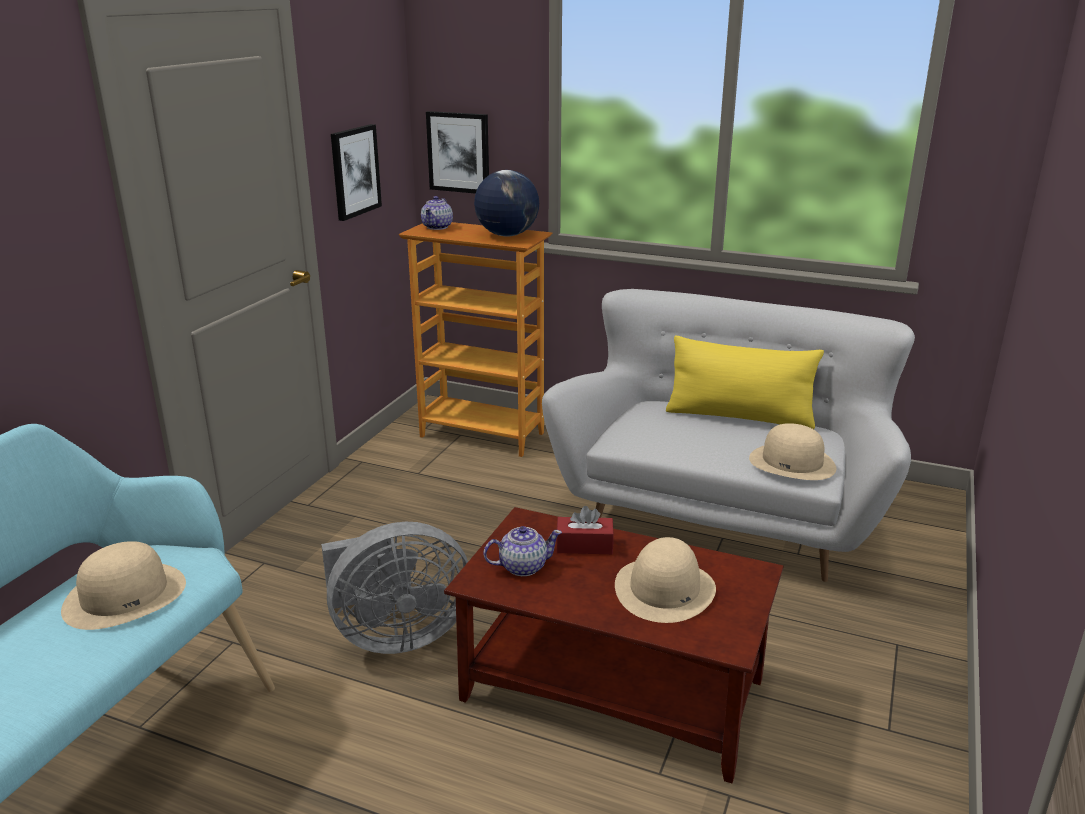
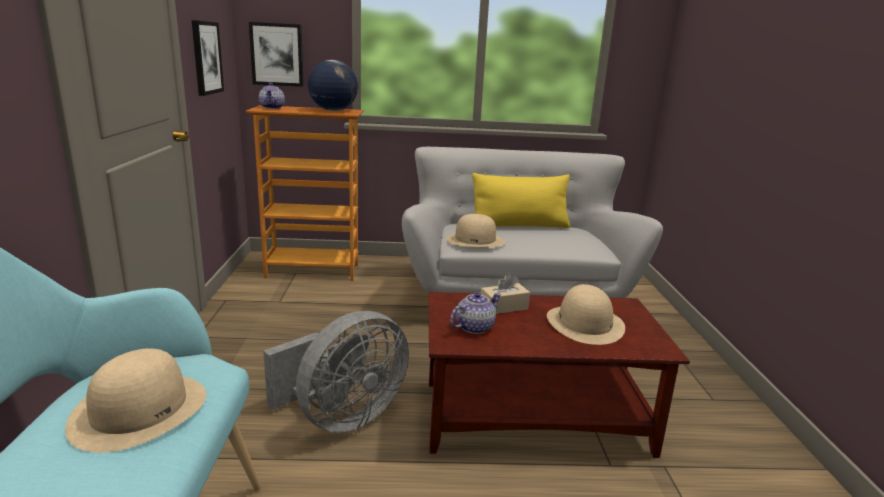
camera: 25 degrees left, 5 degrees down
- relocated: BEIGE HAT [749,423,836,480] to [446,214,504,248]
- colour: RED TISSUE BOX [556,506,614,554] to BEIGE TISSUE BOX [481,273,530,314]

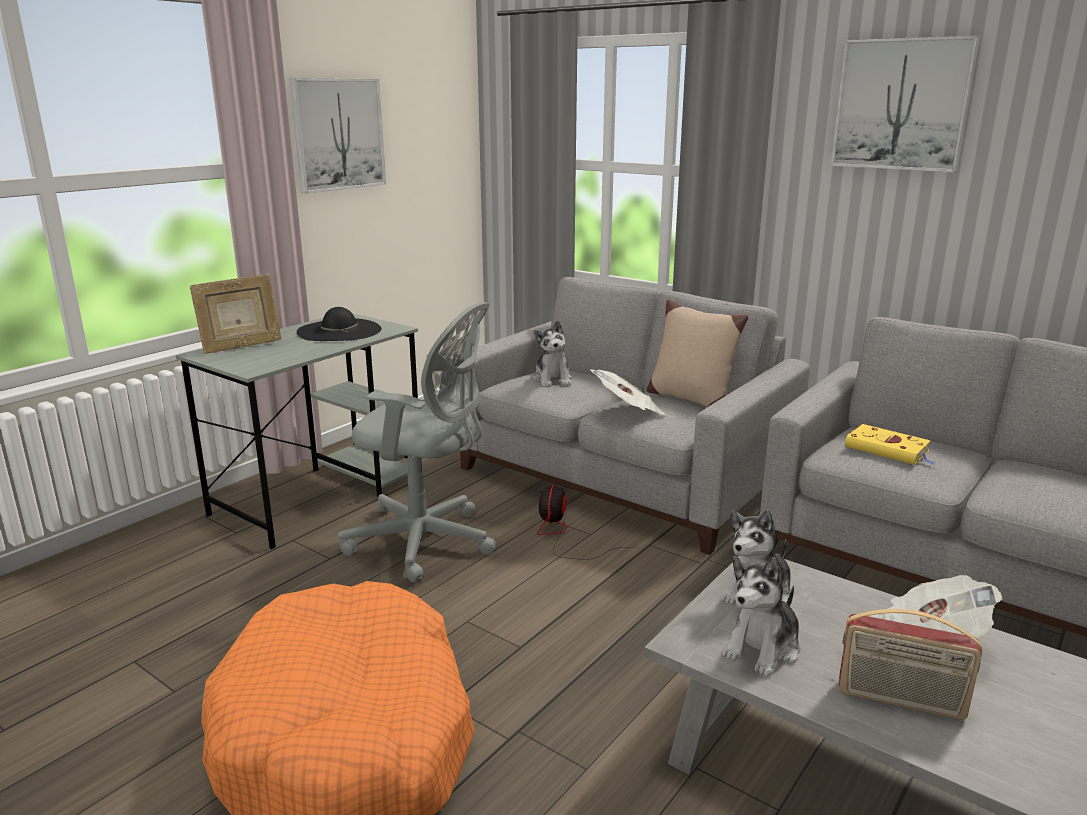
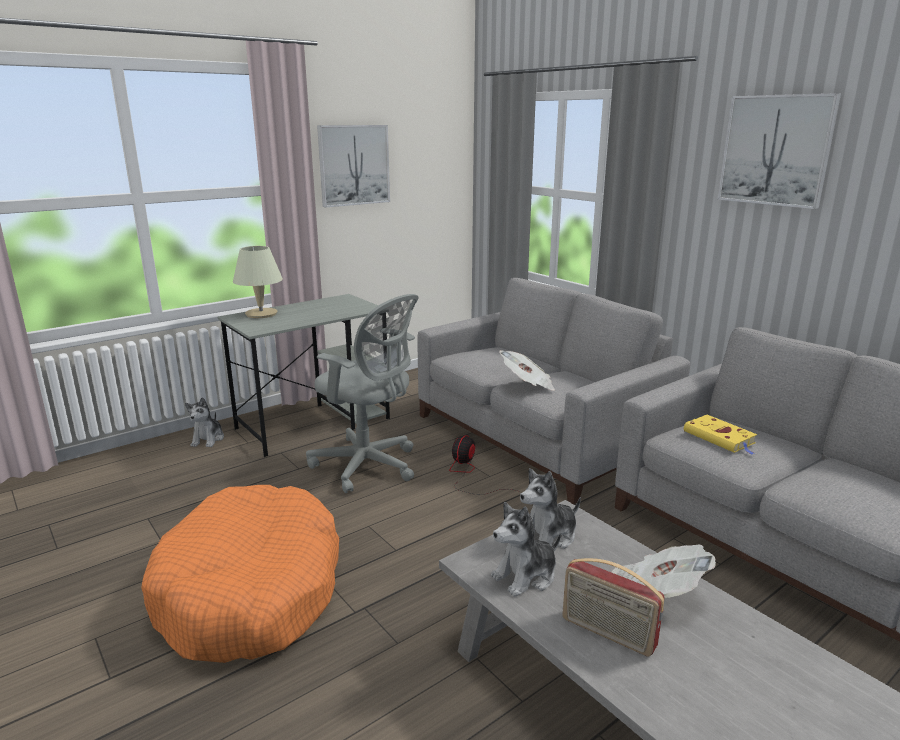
camera: 15 degrees right, 0 degrees up
- exchanged: PICTURE FRAME [190,274,282,354] to BEIGE TABLE LAMP [233,246,283,318]
- missing: BEIGE PILLOW [647,299,748,407]
- missing: BLACK HAT [297,307,382,341]
- relocated: PLUSH TOY [533,320,572,387] to [185,397,224,447]

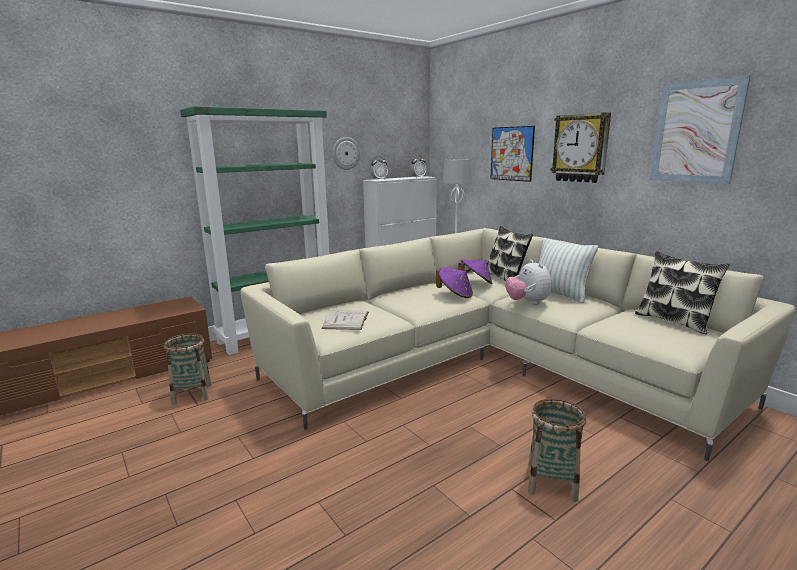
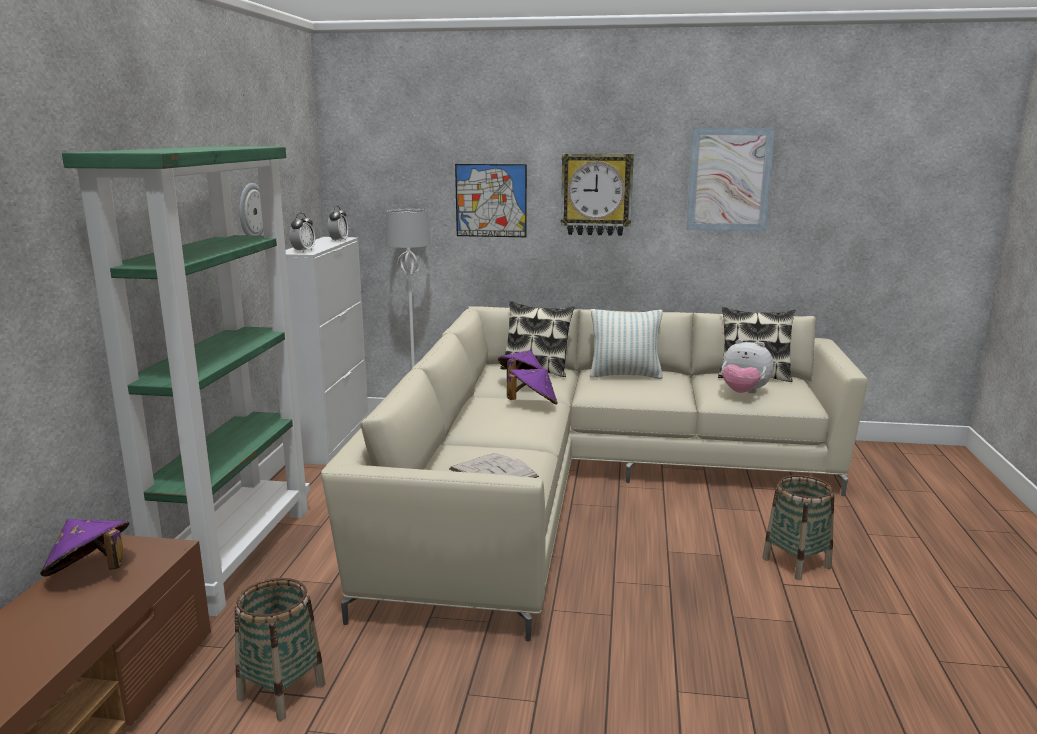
camera: 45 degrees left, 0 degrees up
- relocated: PLUSH TOY [506,260,552,305] to [722,339,774,393]
- appeared: PURPLE HAT [40,519,129,577]

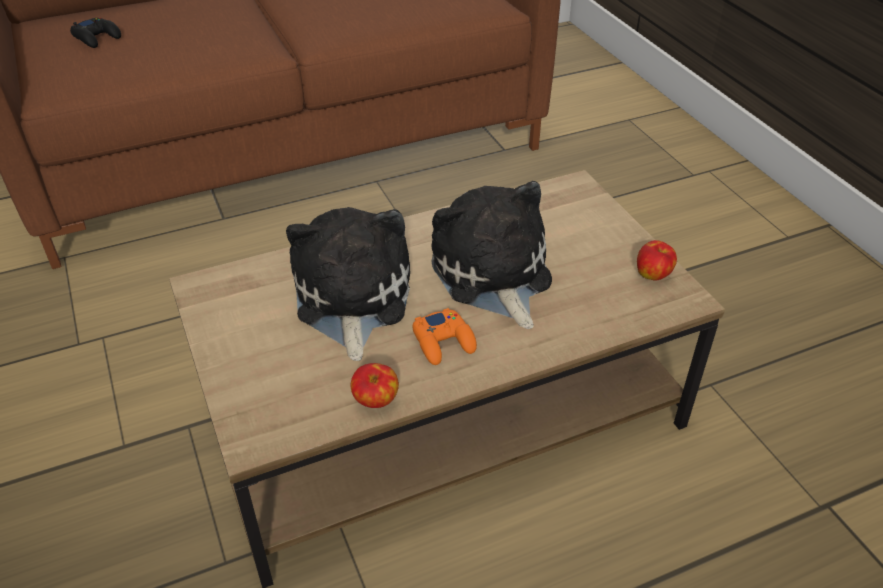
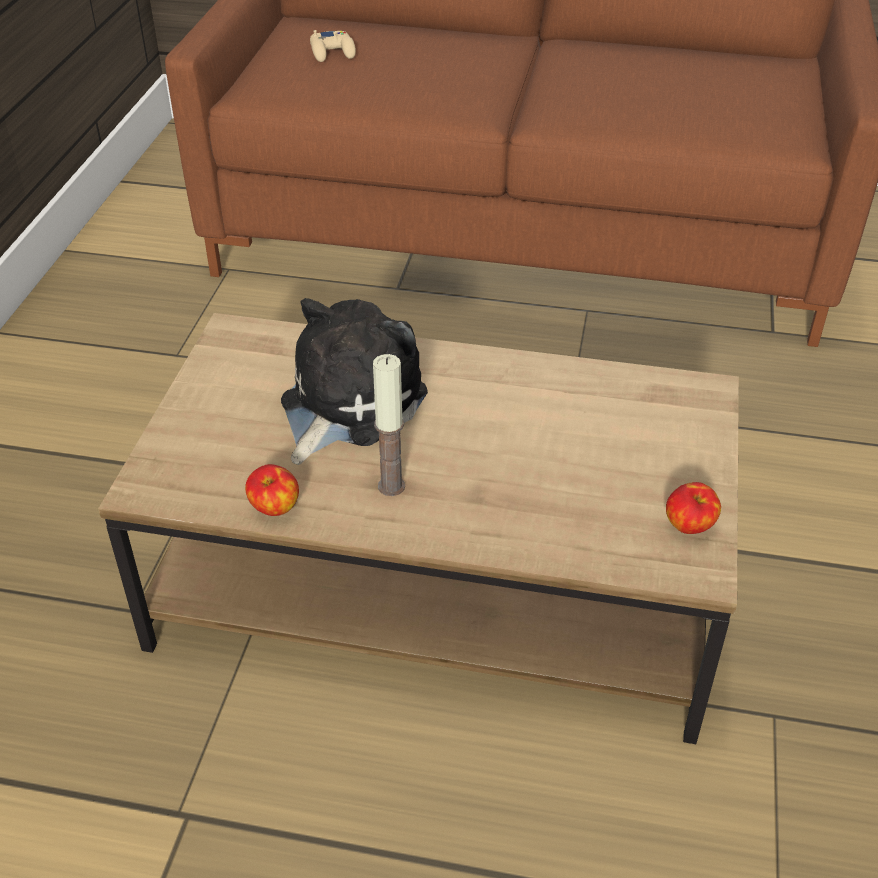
camera: 35 degrees right, 0 degrees up
- colour: BLACK GAME CONTROLLER [70,18,121,48] to BEIGE GAME CONTROLLER [310,30,356,62]
- missing: PLUSH TOY [431,181,552,329]
- exchanged: ORANGE GAME CONTROLLER [412,308,477,365] to CANDLE [373,354,405,496]

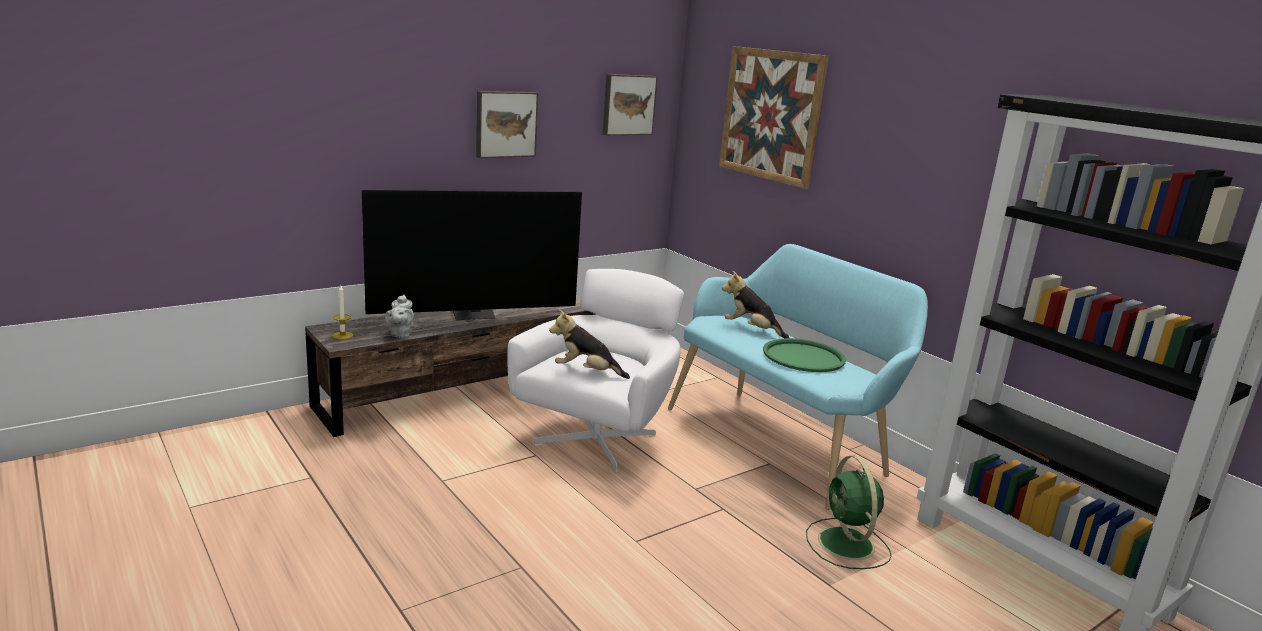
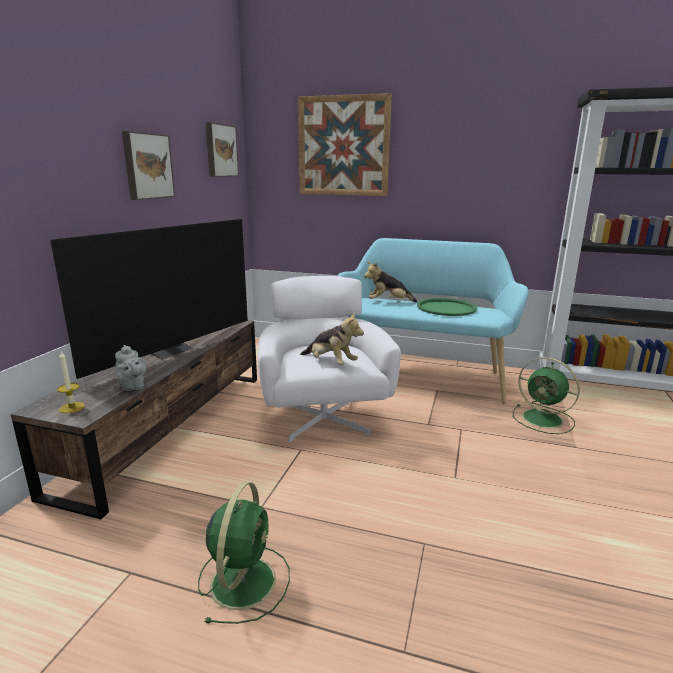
camera: 35 degrees left, 0 degrees up
- spun: PLUSH TOY [549,309,630,379] = [300,313,364,365] 120 degrees counterclockwise
- appeared: GREEN FAN [198,482,290,624]

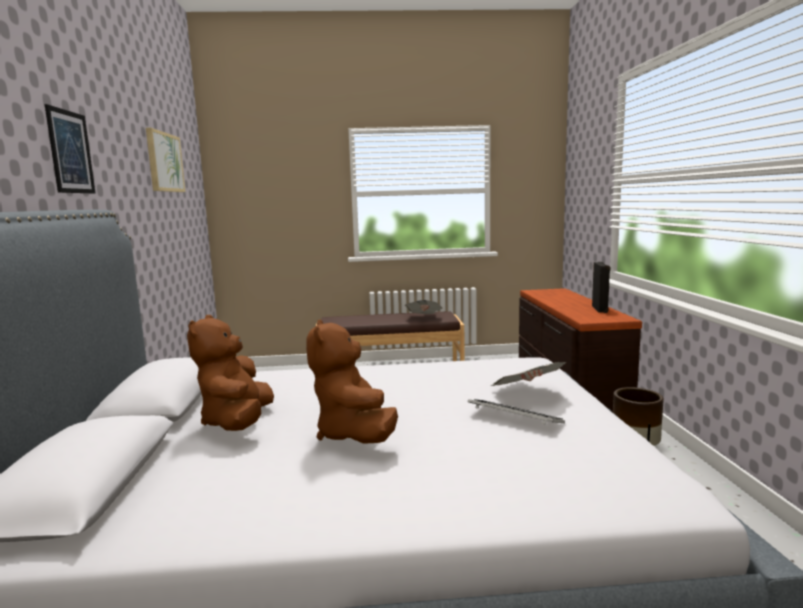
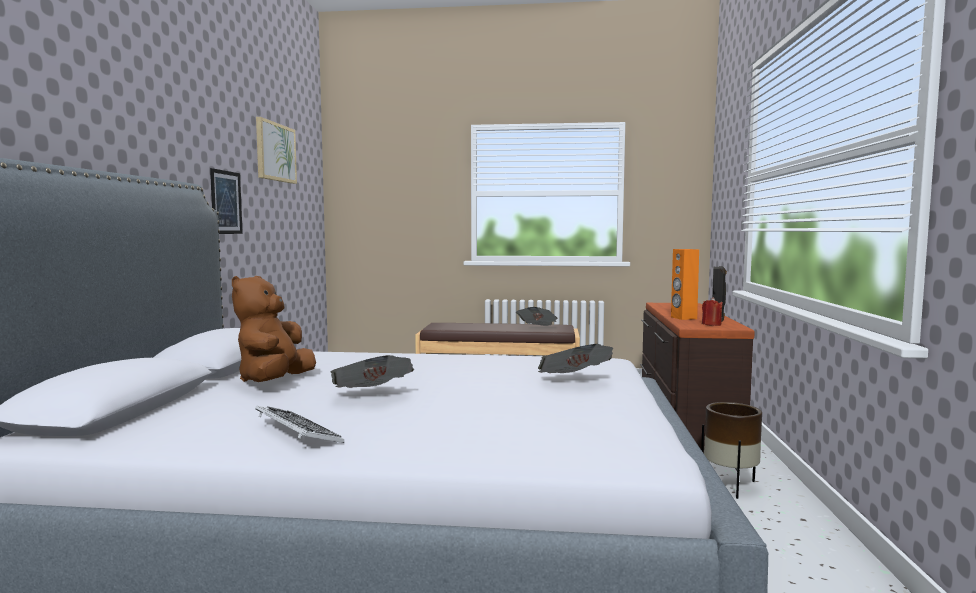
camera: 10 degrees right, 5 degrees down
- relocated: PICTURE [45,104,95,193] to [210,168,243,234]
- exchanged: BROWN PLUSH TOY [306,320,398,444] to NEWSPAPER [330,355,414,388]
- relocated: KEYBOARD [468,399,565,424] to [255,405,344,443]
- appeared: ORANGE SPEAKER [671,249,699,320]
- appeared: RED CANDLE [702,297,723,326]

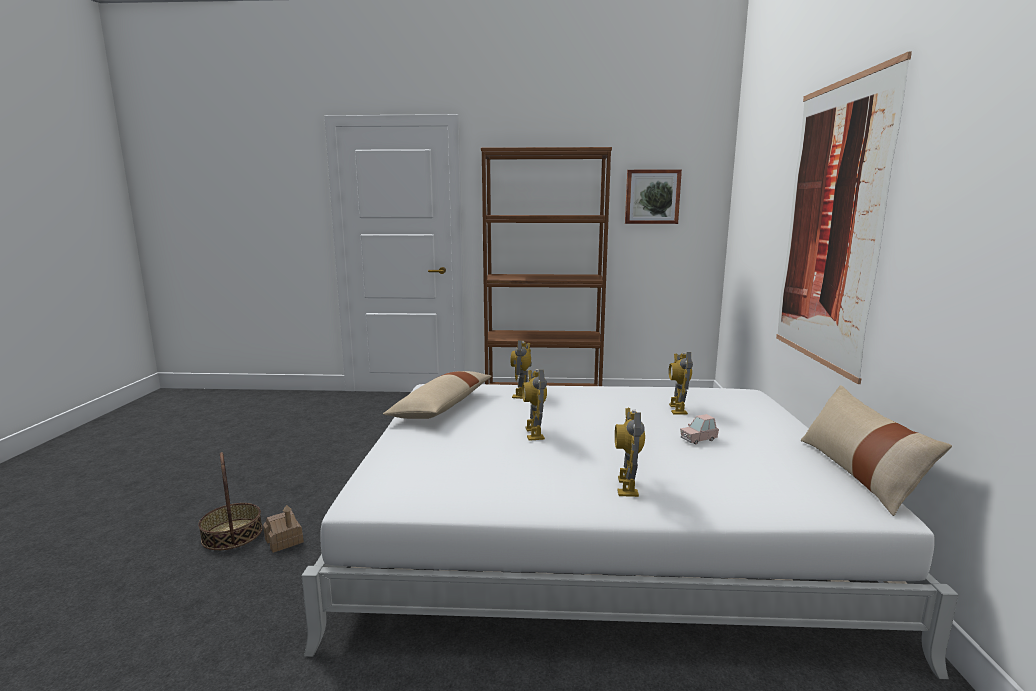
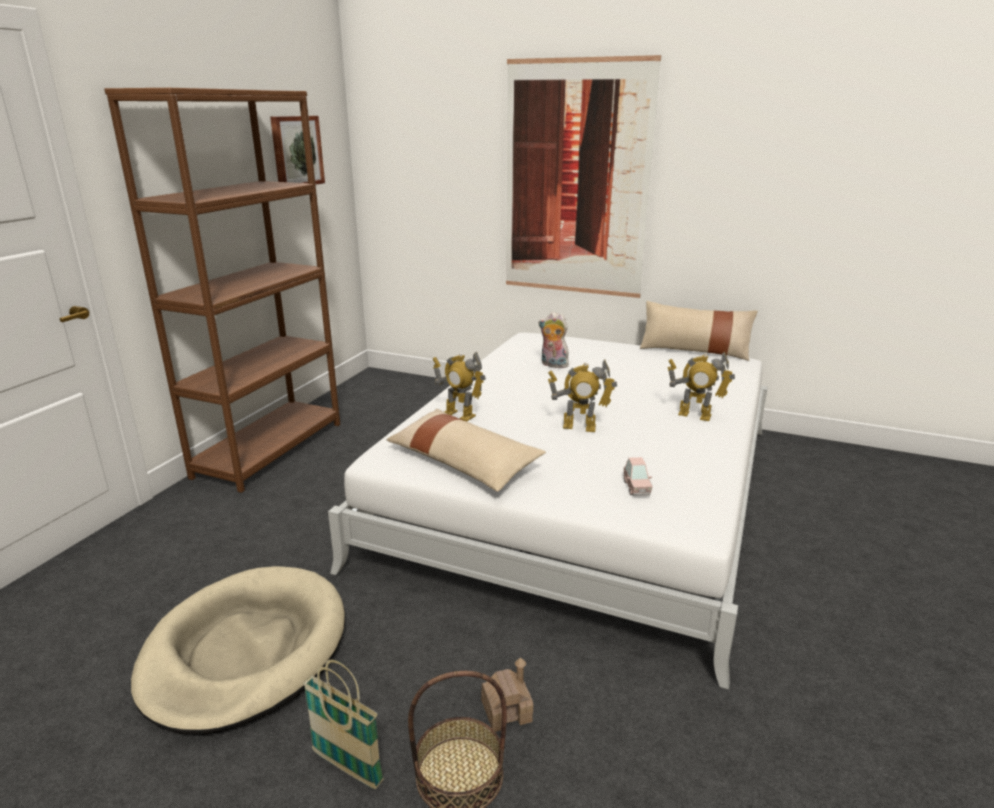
camera: 70 degrees left, 10 degrees up
- exchanged: TOY ROBOT [669,352,693,415] to PLUSH TOY [539,312,569,368]
- relocated: PINK TOY CAR [680,414,719,444] to [624,457,652,496]
- appeared: BEIGE DOG BED [131,566,345,735]
- appeared: BASKET [303,660,384,789]

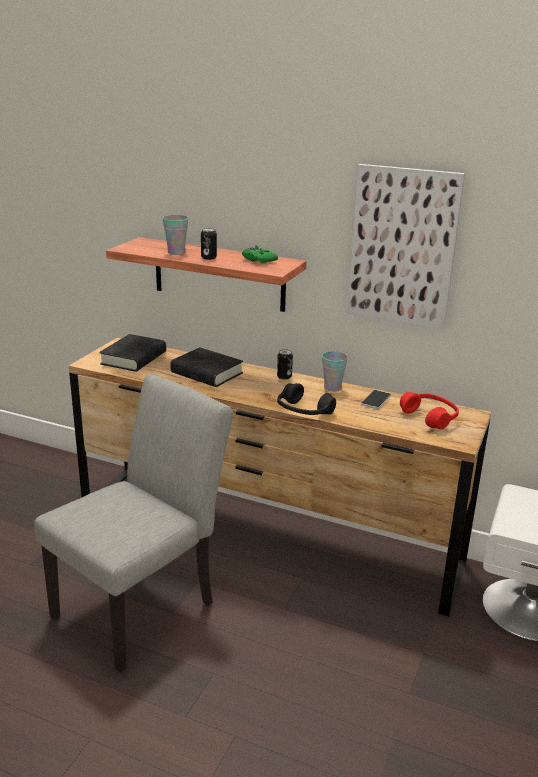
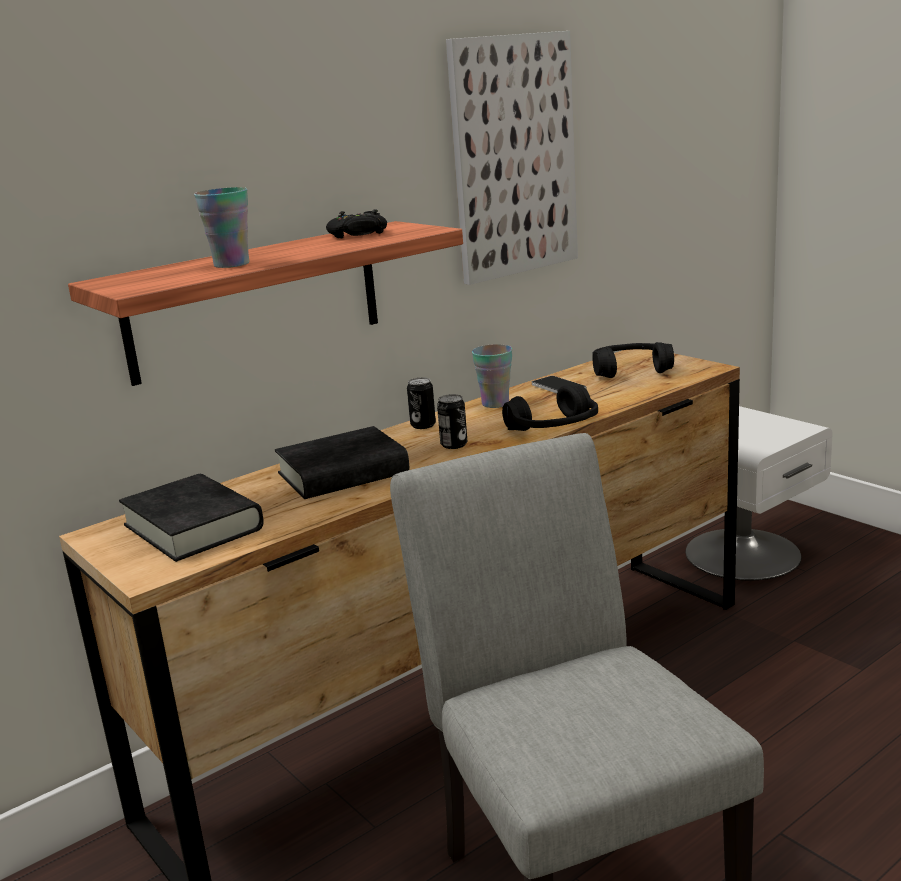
camera: 60 degrees left, 5 degrees down
- relocated: CAN [201,228,217,260] to [437,394,467,449]
- colour: GREEN GAME CONTROLLER [242,245,278,264] to BLACK GAME CONTROLLER [326,209,387,238]
- colour: RED HEADPHONES [400,392,459,429] to BLACK HEADPHONES [592,342,674,378]

